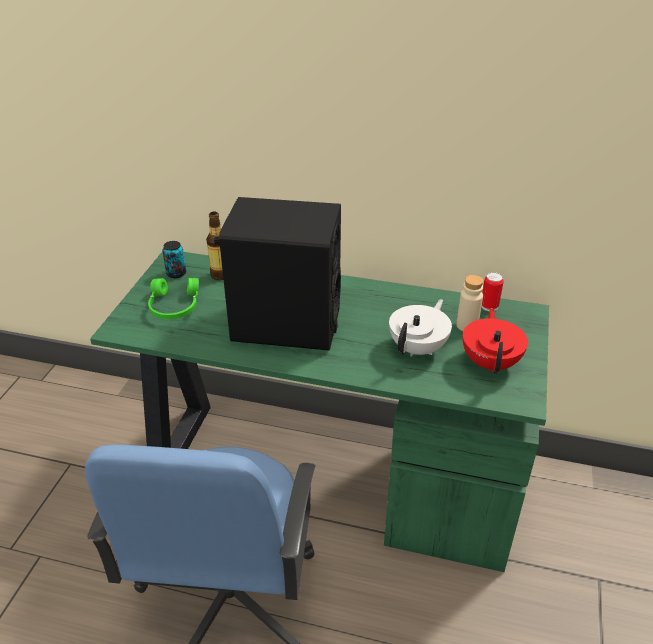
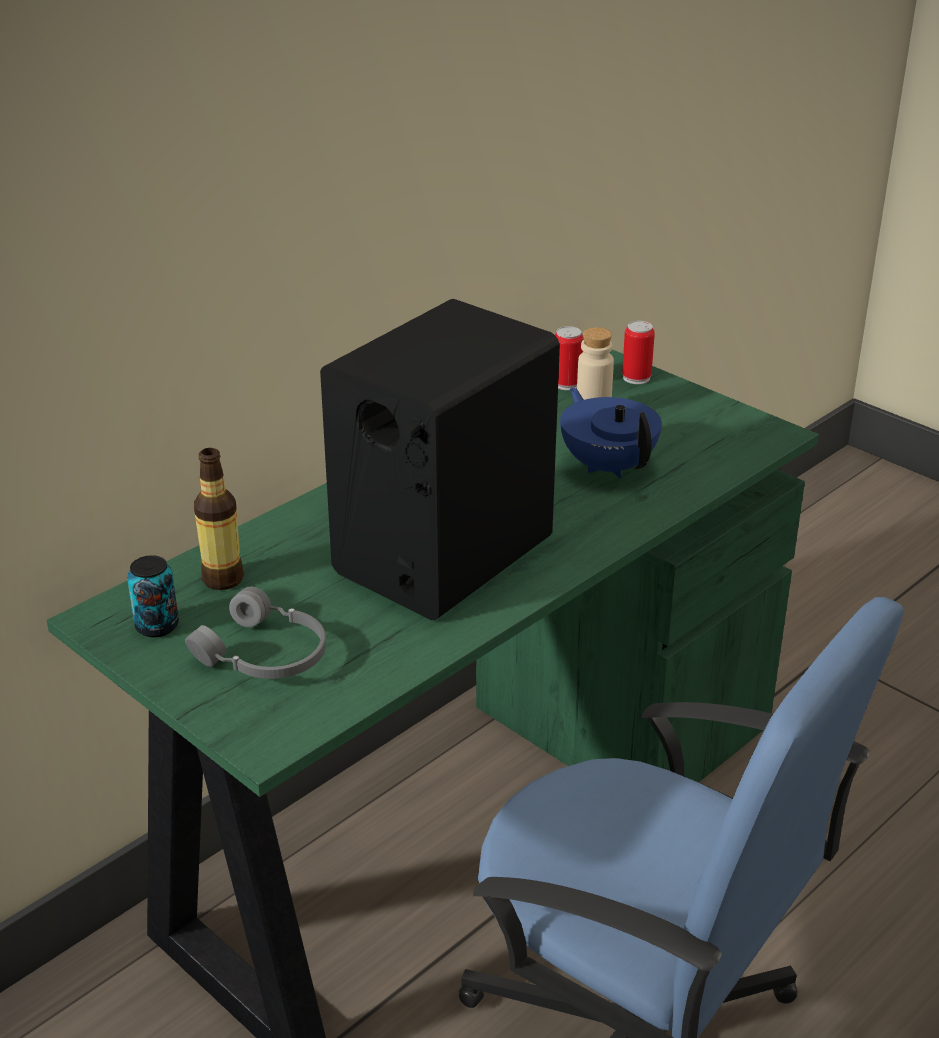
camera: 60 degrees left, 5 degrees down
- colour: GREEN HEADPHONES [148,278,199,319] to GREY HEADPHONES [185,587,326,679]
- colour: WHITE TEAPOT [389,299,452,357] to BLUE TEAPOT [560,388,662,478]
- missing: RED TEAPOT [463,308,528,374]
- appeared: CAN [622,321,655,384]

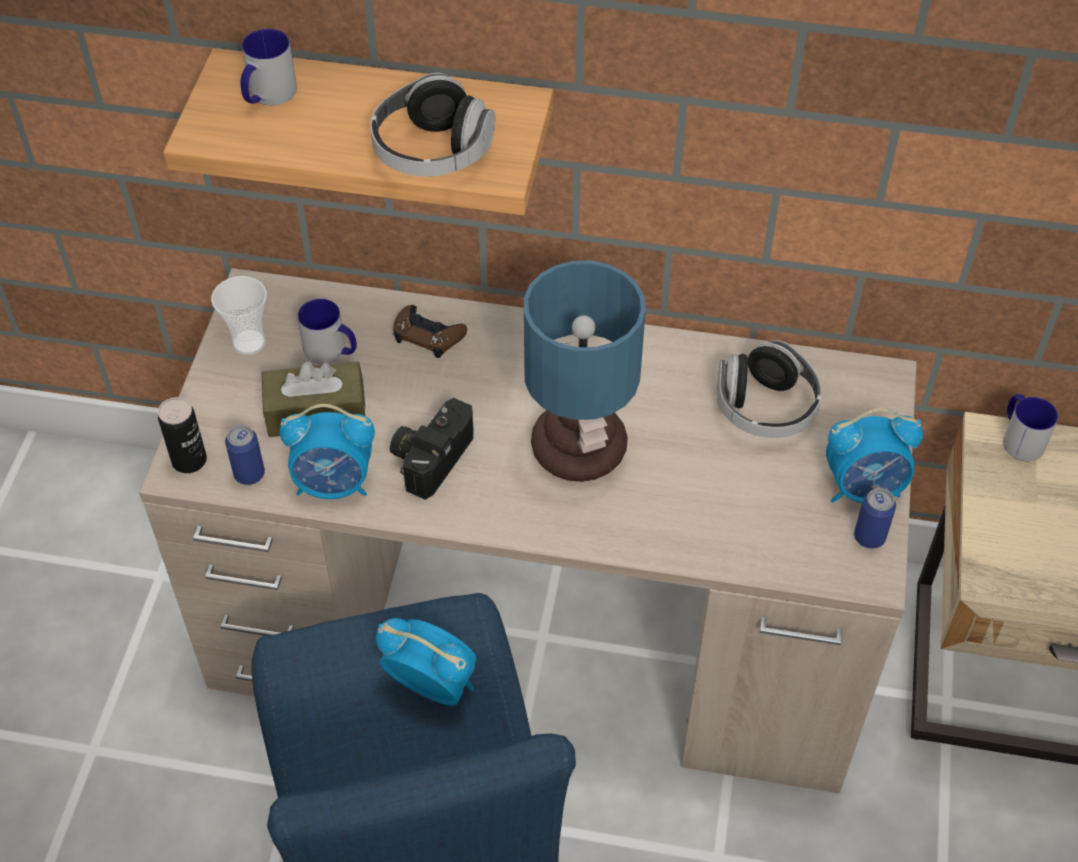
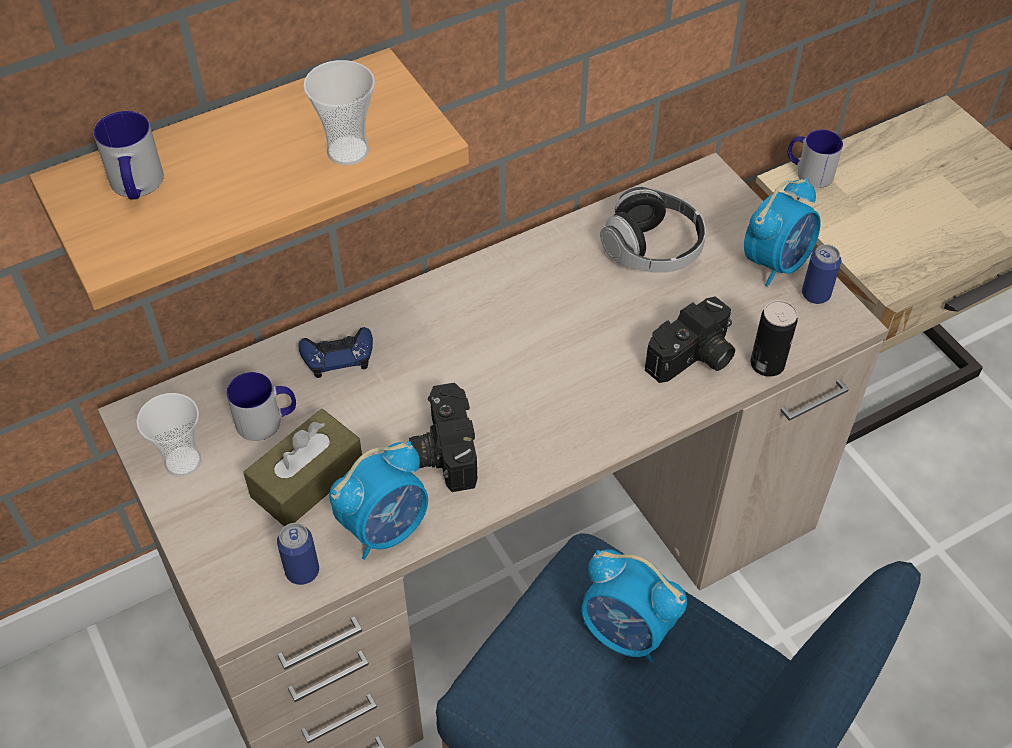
camera: 40 degrees left, 0 degrees up
- exchanged: HEADPHONES [370,73,495,176] to CUP [303,60,375,165]
- missing: TABLE LAMP [524,261,646,482]
- colour: BROWN GAME CONTROLLER [393,305,467,358] to BLUE GAME CONTROLLER [299,327,373,378]
- relocated: CAN [158,397,207,473] to [750,300,798,377]
- spun: ALARM CLOCK [376,618,476,706] = [581,550,687,663] 135 degrees counterclockwise
- appeared: PHOTO CAMERA [645,296,735,383]

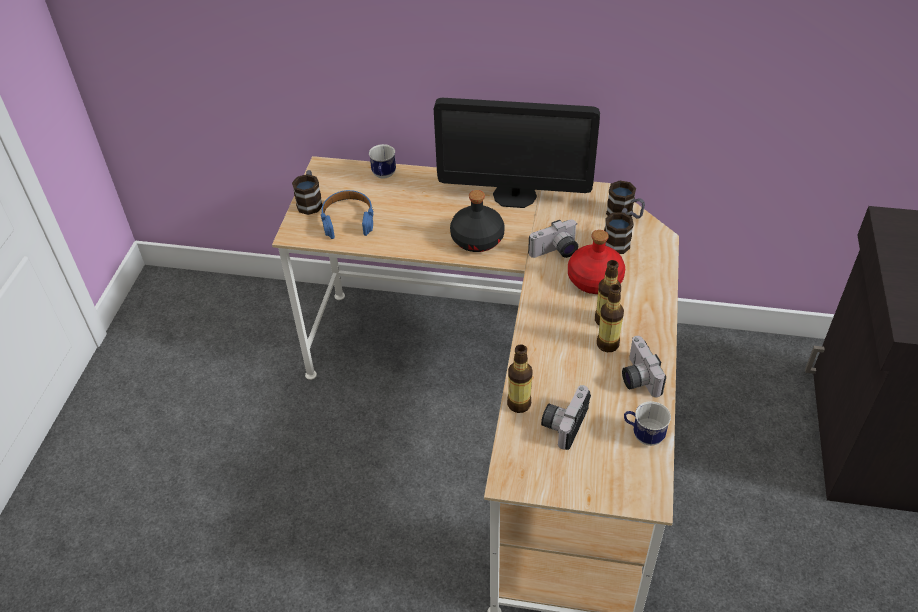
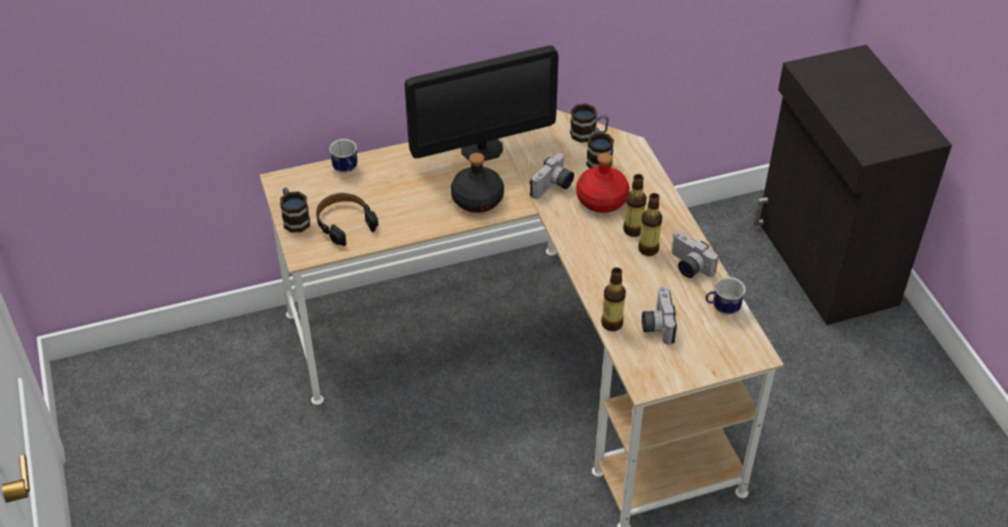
camera: 30 degrees left, 0 degrees up
- colour: BLUE HEADPHONES [321,190,373,239] to BLACK HEADPHONES [316,193,378,246]

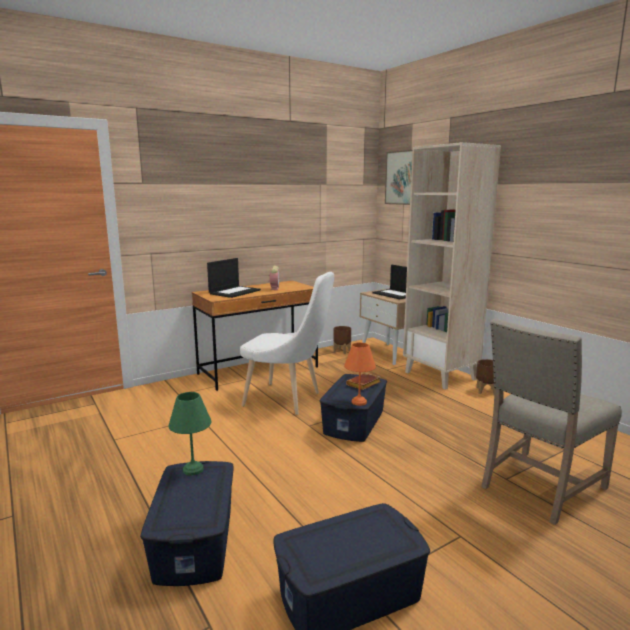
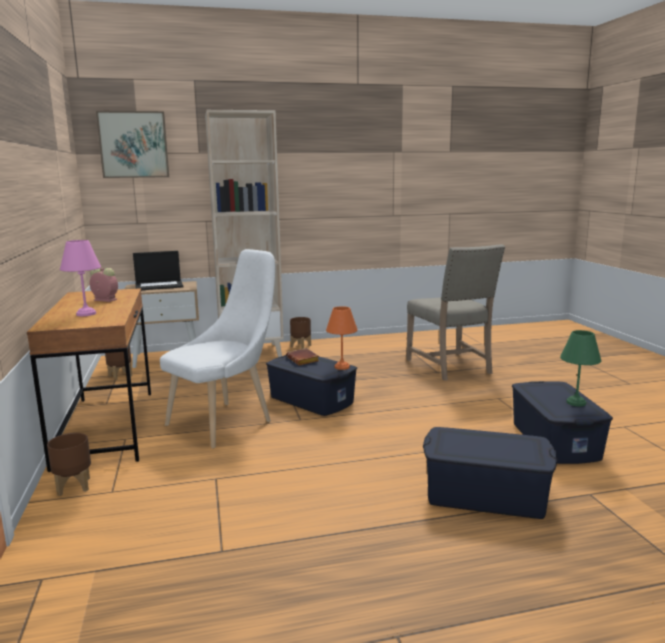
camera: 70 degrees left, 0 degrees up
- exchanged: LAPTOP [207,258,261,298] to PINK TABLE LAMP [60,240,101,316]
- relocated: GREEN TABLE LAMP [168,392,211,476] to [560,330,601,407]
- appeared: BROWN PLANTER [47,433,91,496]

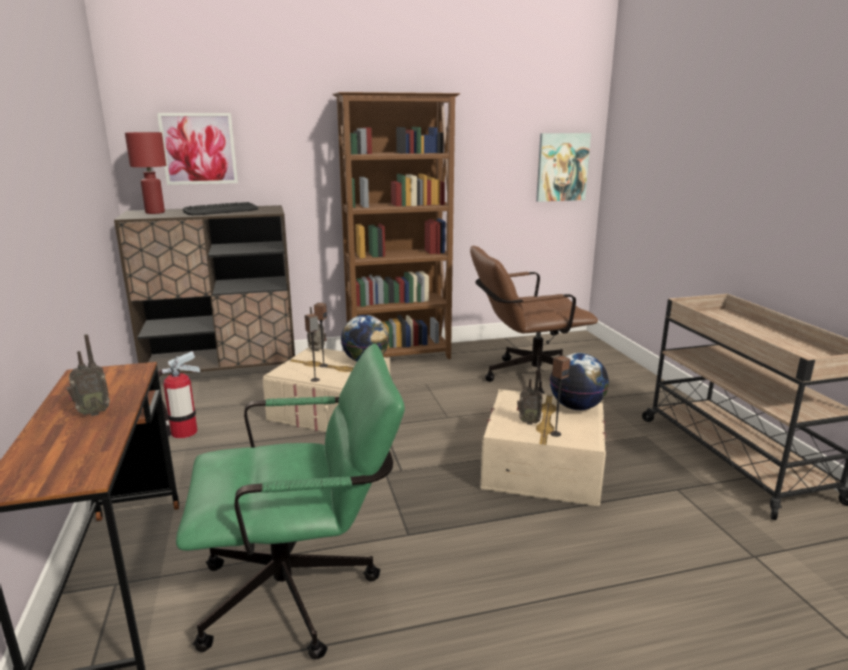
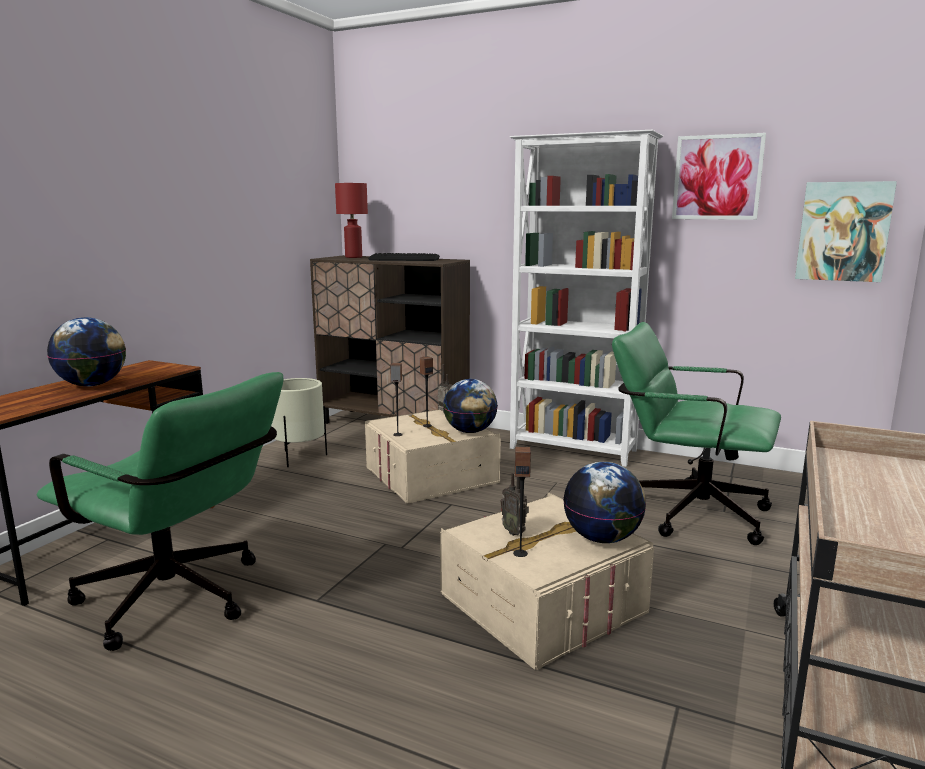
camera: 40 degrees right, 5 degrees down
- colour: BROWN BOOKCASE [333,92,460,359] to WHITE BOOKCASE [510,130,663,467]
- relocated: PICTURE [157,113,238,185] to [672,133,766,220]
- colour: BROWN OFFICE CHAIR [470,246,598,394] to GREEN OFFICE CHAIR [612,322,781,545]
- exchanged: RADIO [67,334,110,416] to GLOBE [47,317,126,386]
- exchanged: FIRE EXTINGUISHER [158,351,200,438] to BEIGE PLANTER [271,378,327,467]

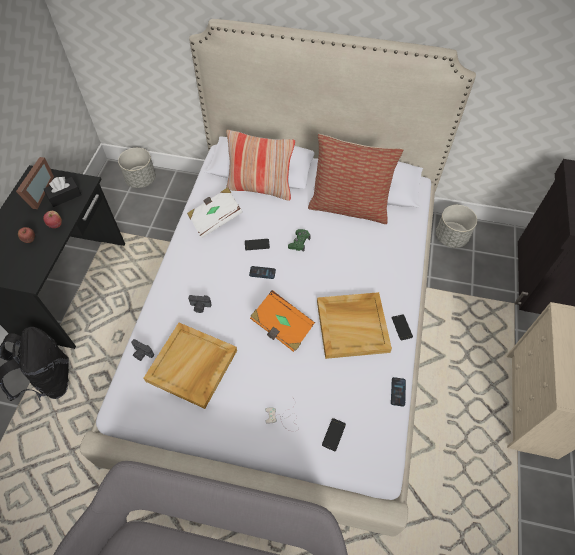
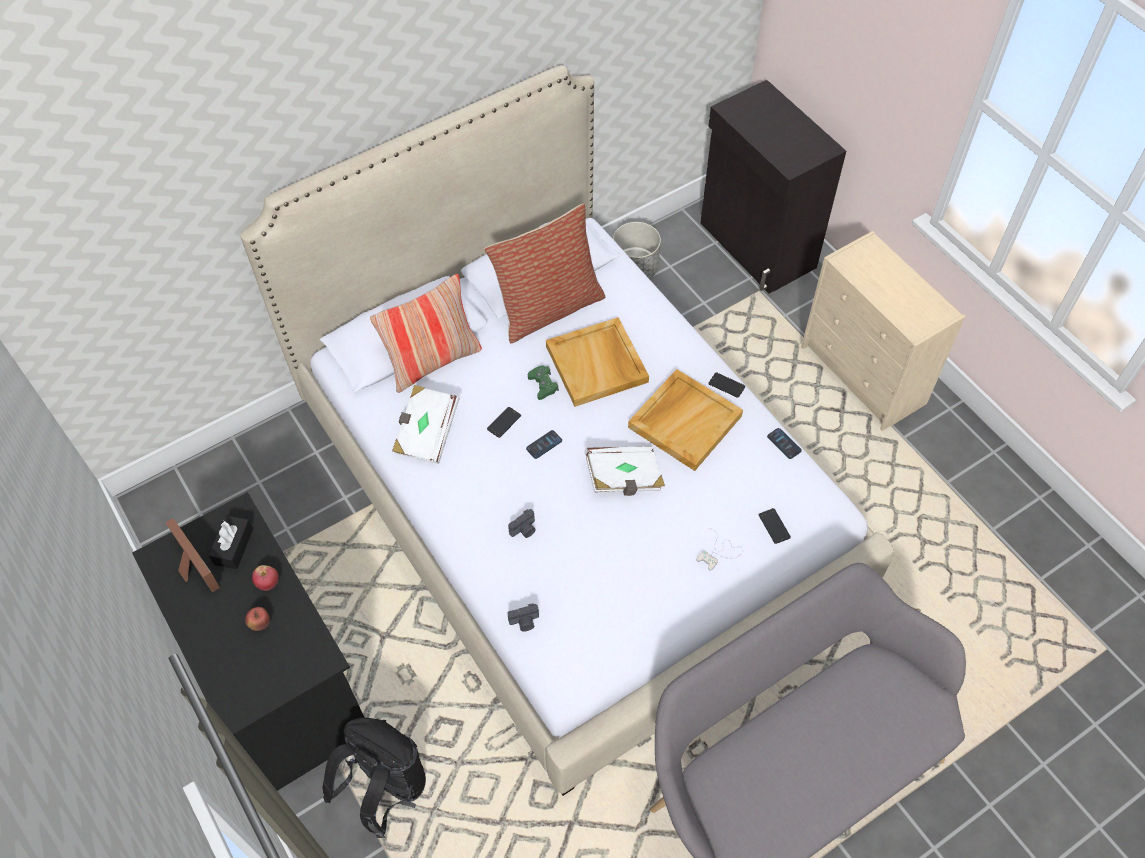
camera: 45 degrees left, 0 degrees up
- missing: GREY PLANTER [118,148,156,188]
- colour: ORANGE BOOK [250,290,315,352] to WHITE BOOK [584,446,665,496]
- relocated: BEIGE TRAY [144,323,237,409] to [546,317,649,407]

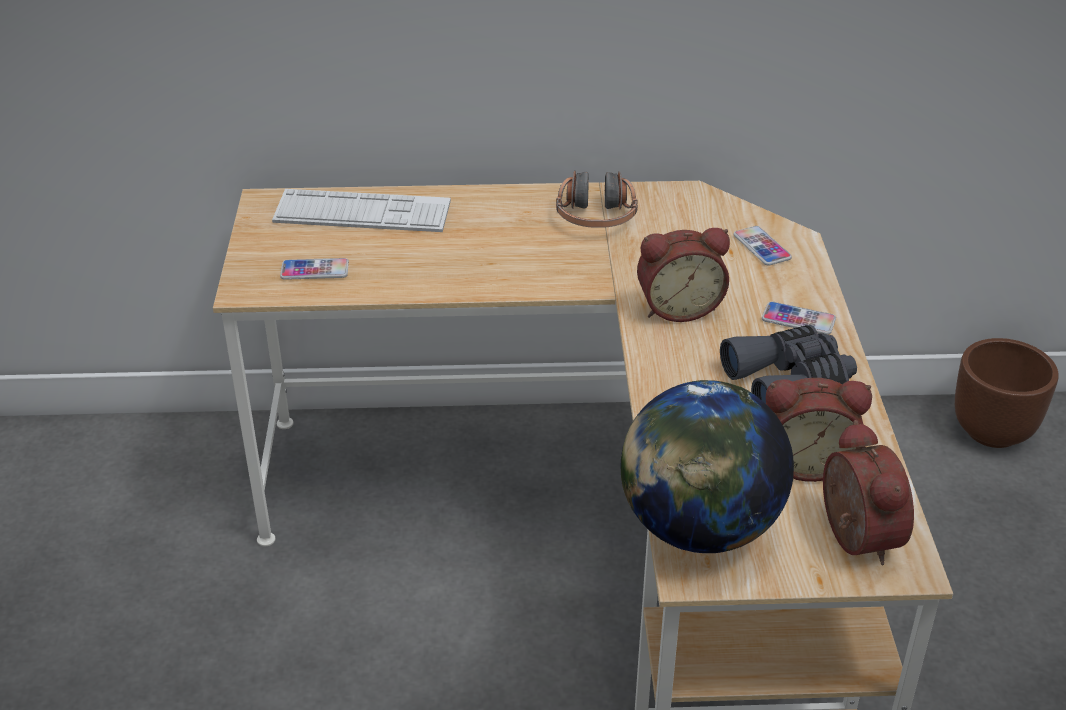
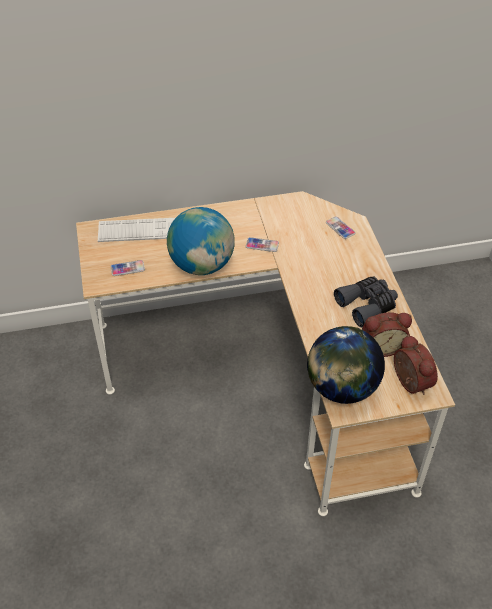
camera: 10 degrees left, 10 degrees up
- missing: HEADPHONES [556,170,638,228]
- missing: ALARM CLOCK [637,228,730,322]
- relocated: PHONE [762,301,836,335] to [245,237,279,252]
- missing: BROWN PLANTER [955,338,1059,448]
- appeared: GLOBE [167,207,235,275]

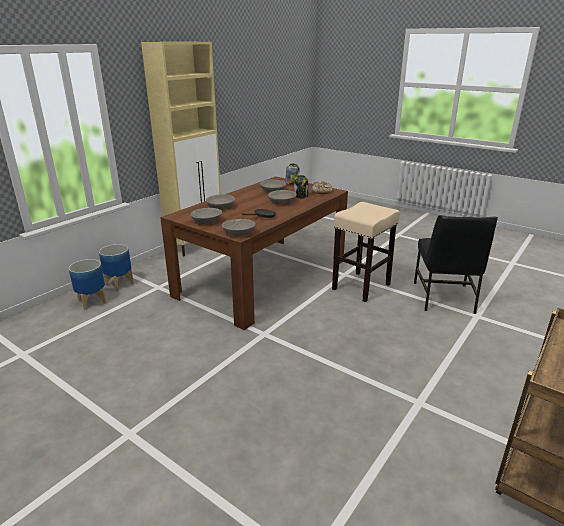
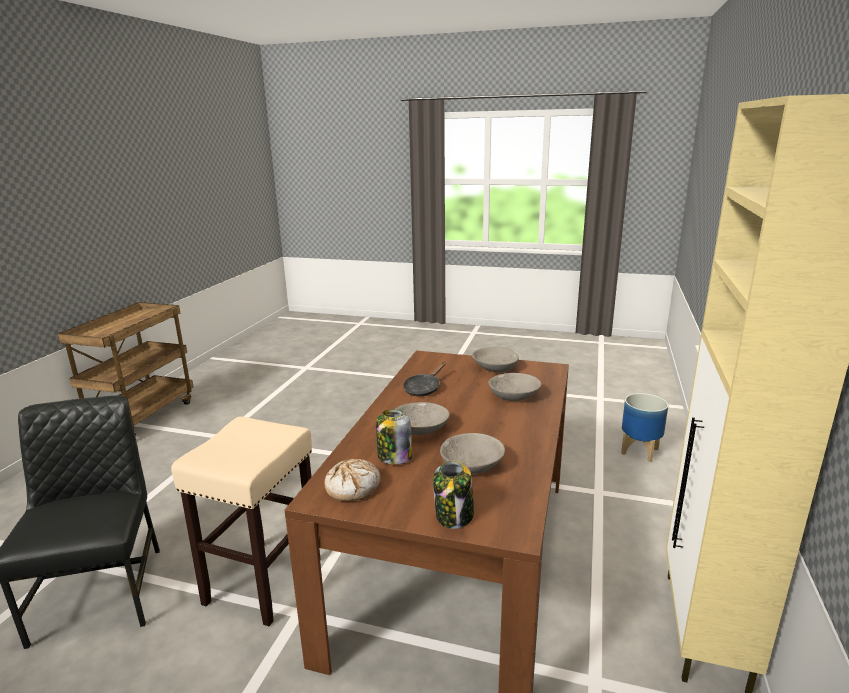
camera: 160 degrees right, 5 degrees down
- missing: GREY BOWL [222,219,256,236]
- missing: PLANTER [99,244,134,291]

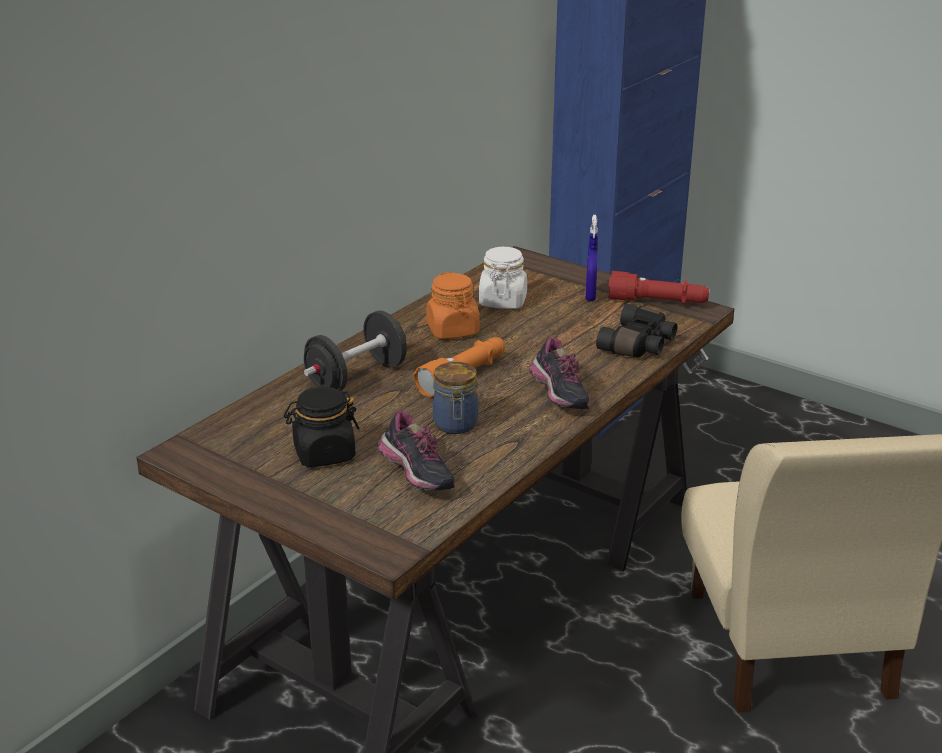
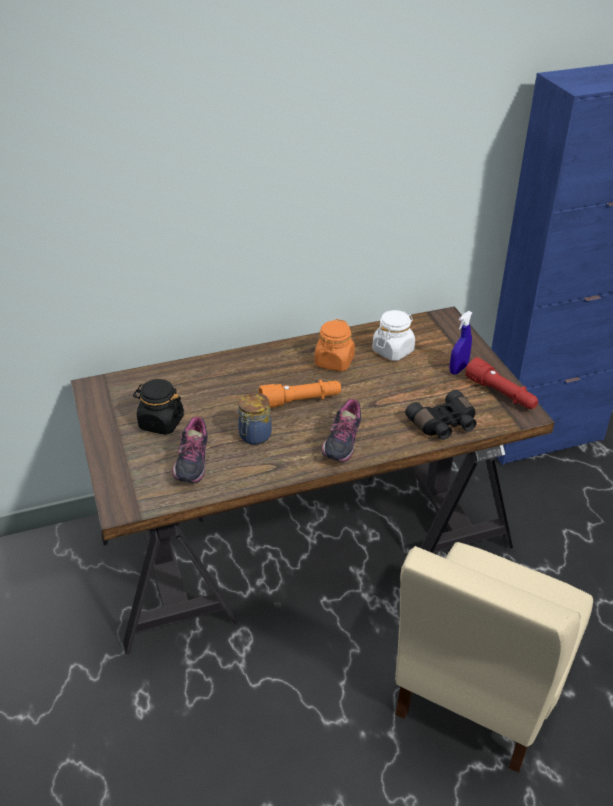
camera: 35 degrees right, 10 degrees up
- missing: BLACK DUMBBELL [304,311,407,391]

